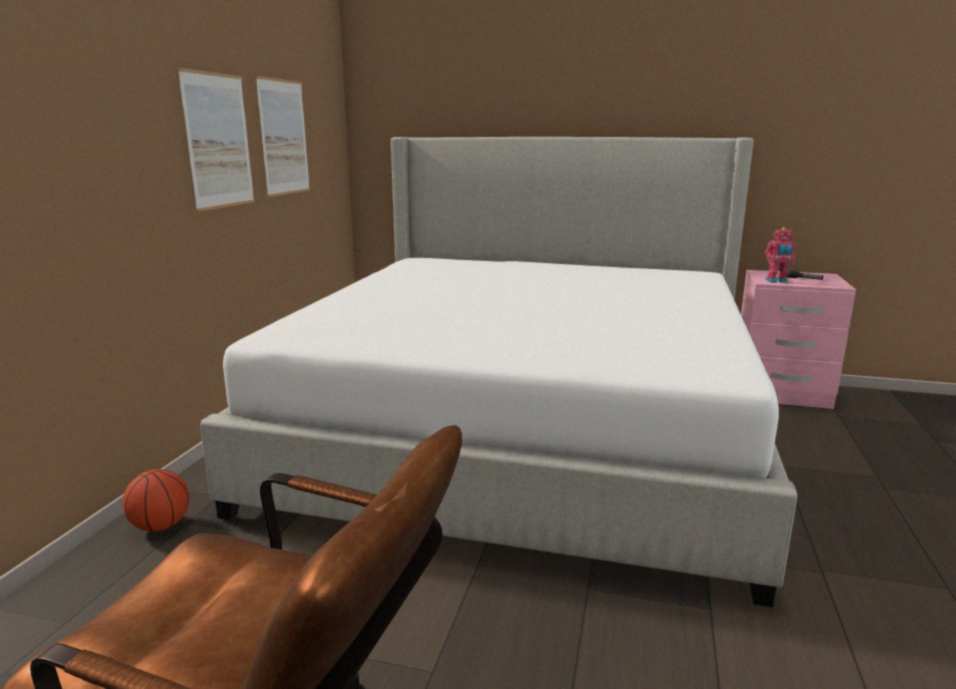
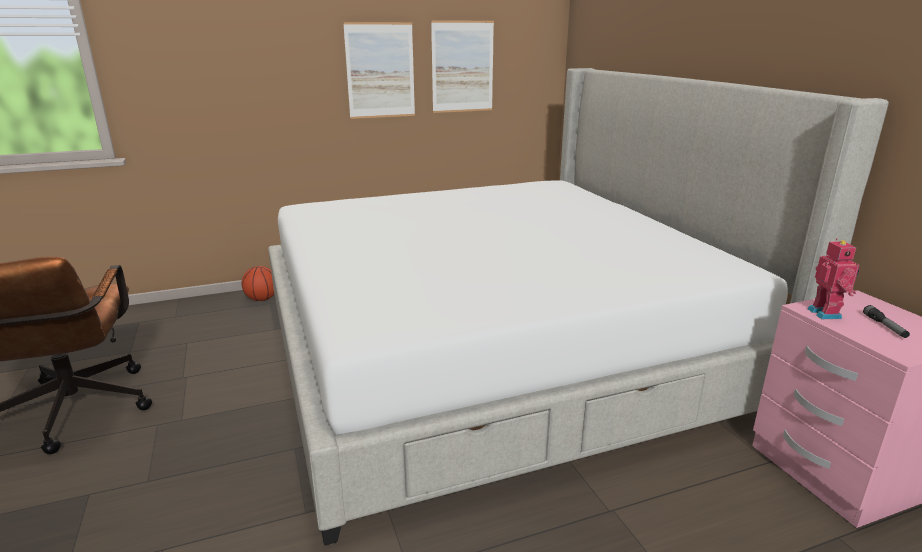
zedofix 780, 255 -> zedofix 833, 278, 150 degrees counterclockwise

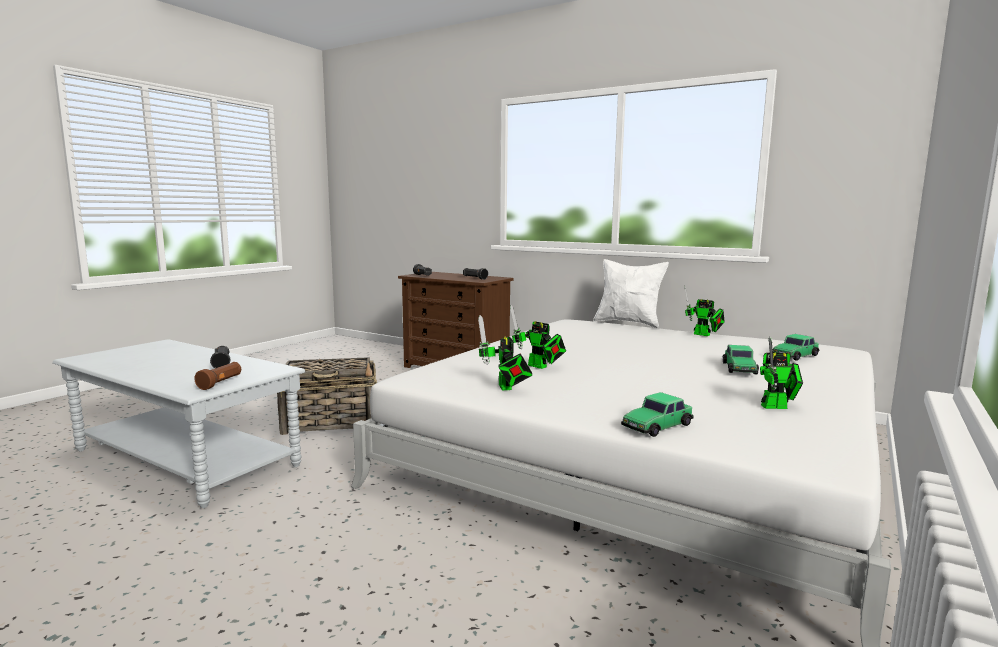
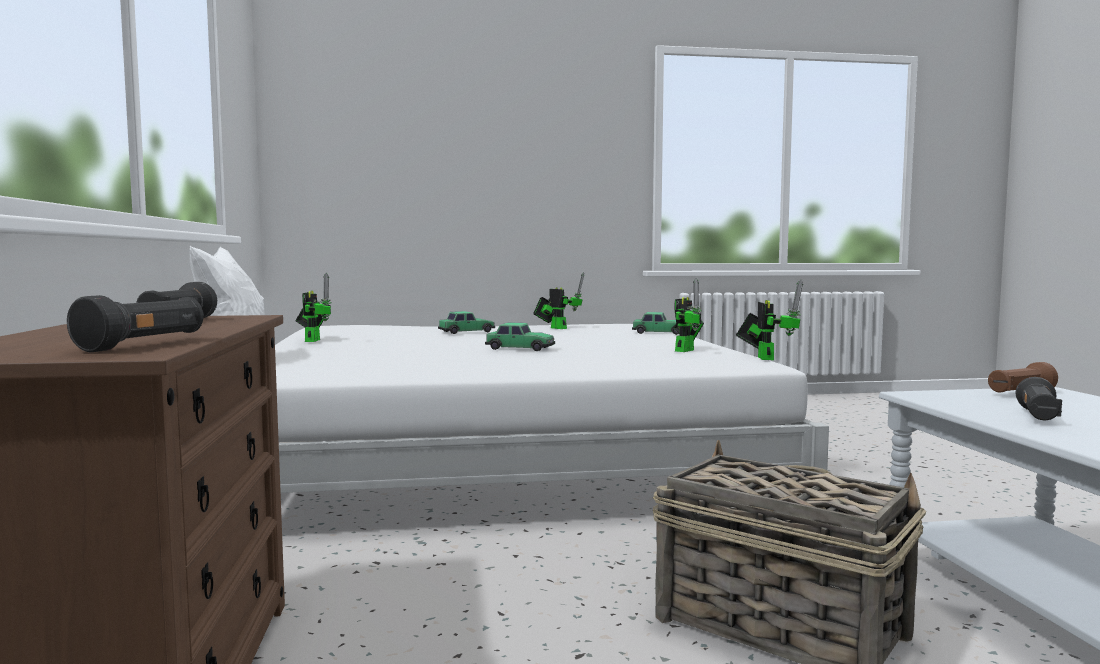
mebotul 796, 347 -> mebotul 520, 336, move
zedofix 538, 337 -> zedofix 769, 319, move

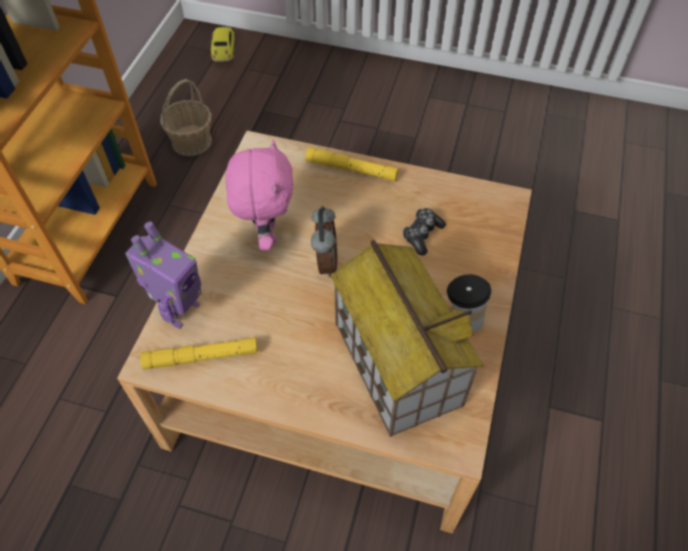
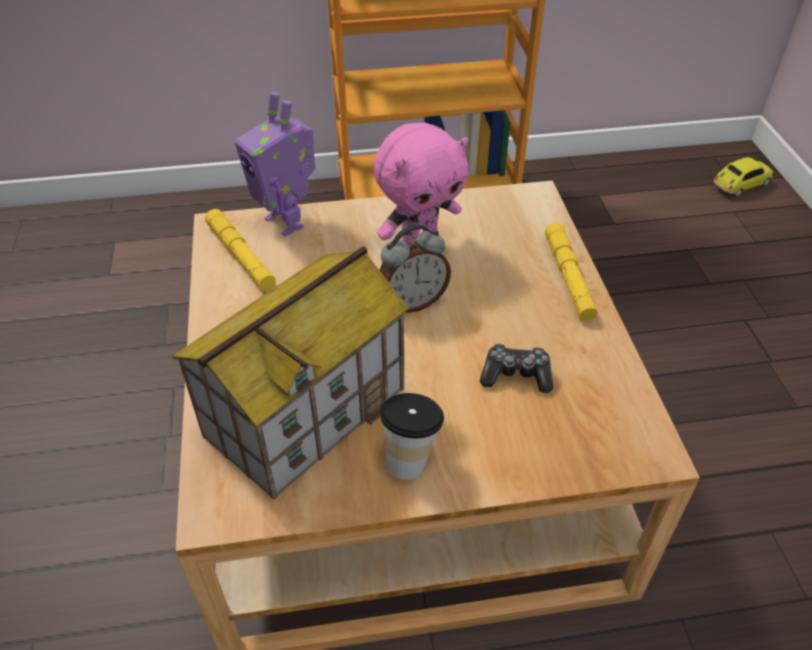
zedofix 163, 275 -> zedofix 275, 164, 45 degrees clockwise
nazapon 186, 117 -> none

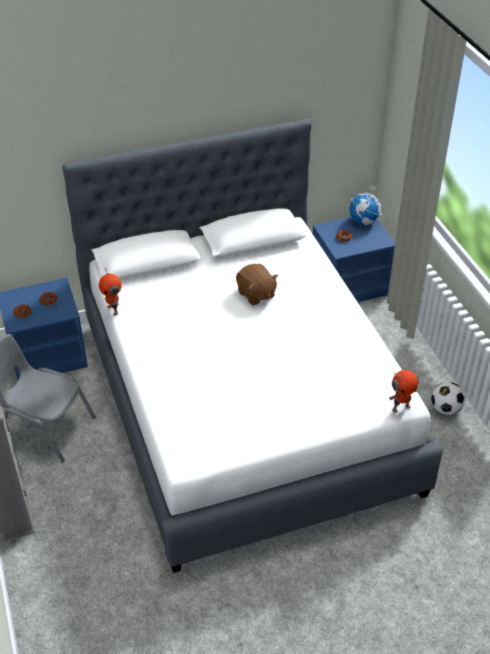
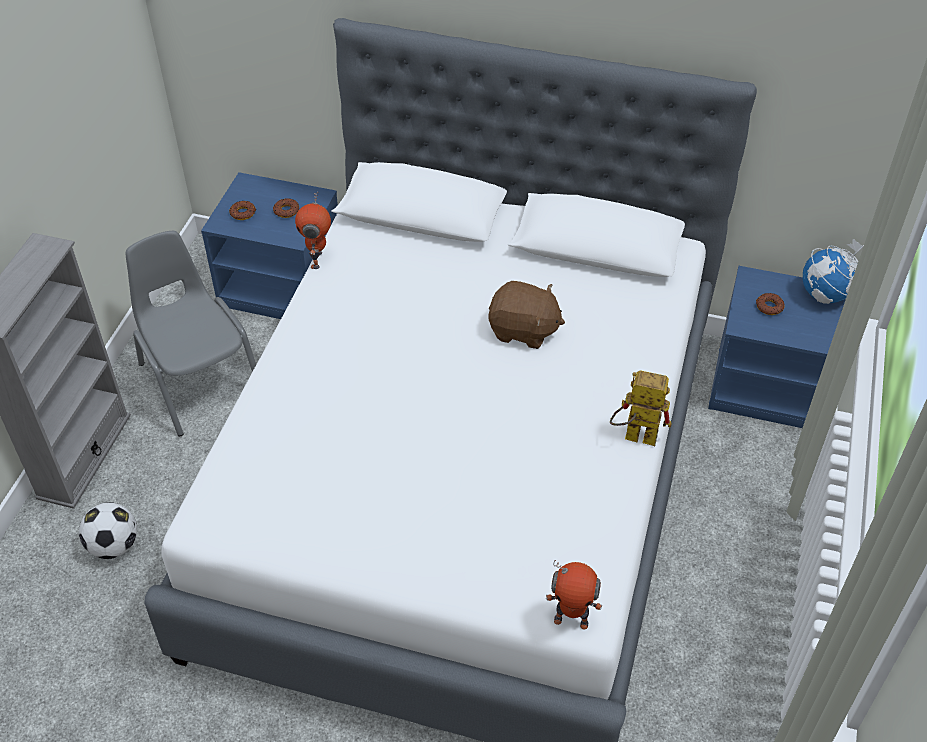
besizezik 448, 398 -> besizezik 108, 530, move
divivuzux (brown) 257, 284 -> divivuzux (brown) 526, 315, 75 degrees counterclockwise
none -> zedofix 641, 408

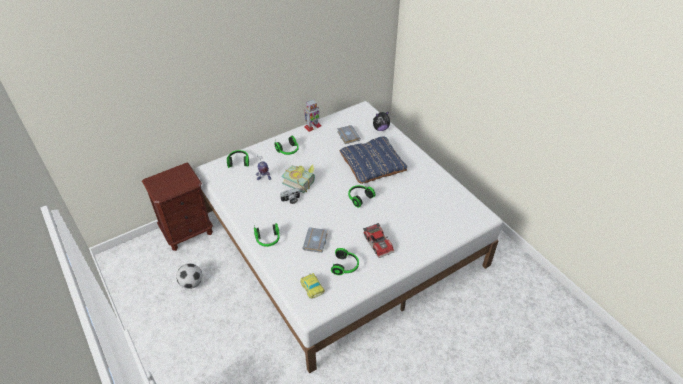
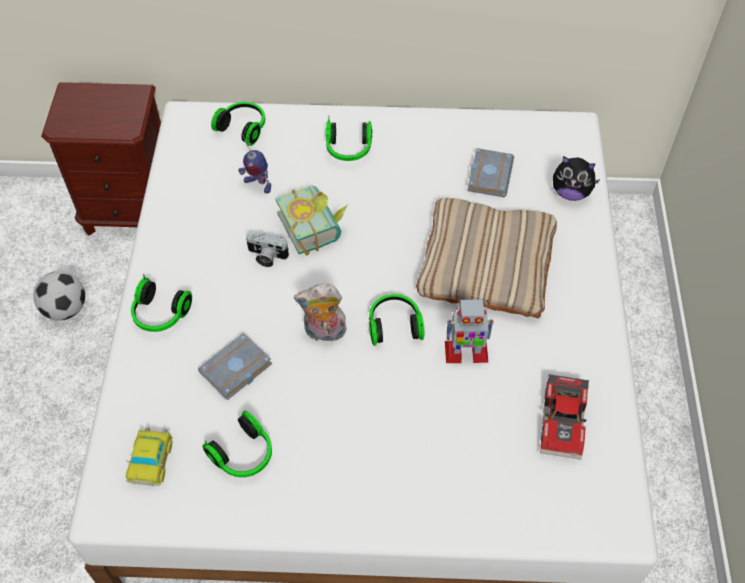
none -> divivuzux 320, 313
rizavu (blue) 373, 160 -> rizavu (beige) 486, 258
zedofix 312, 115 -> zedofix 469, 331, move
mebotul 378, 240 -> mebotul 564, 417, move

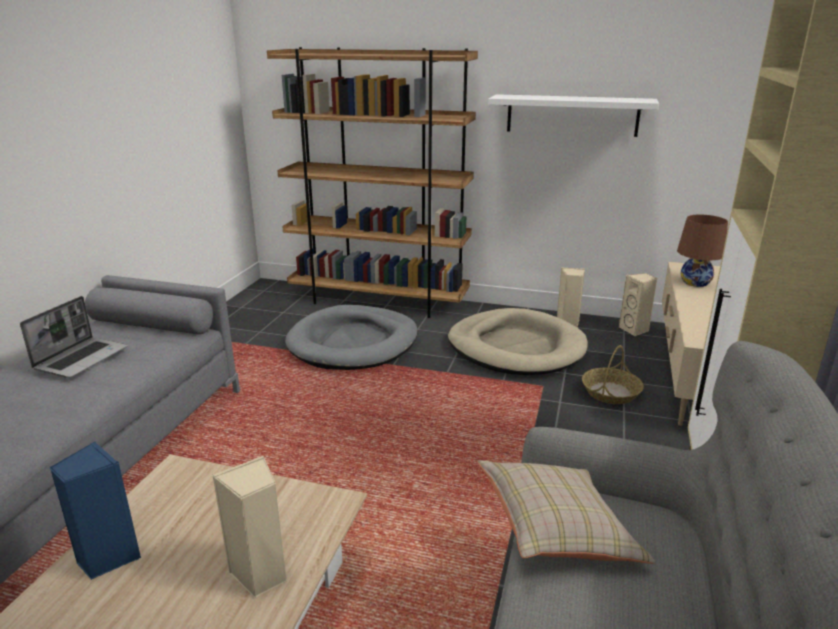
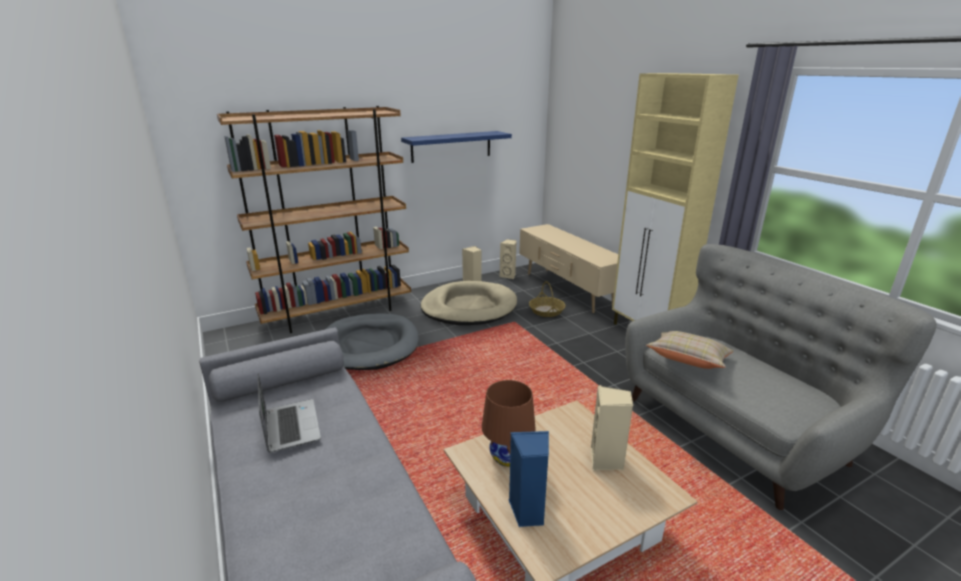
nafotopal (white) 573, 115 -> nafotopal (blue) 456, 147
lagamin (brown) 702, 251 -> lagamin (brown) 509, 423, move

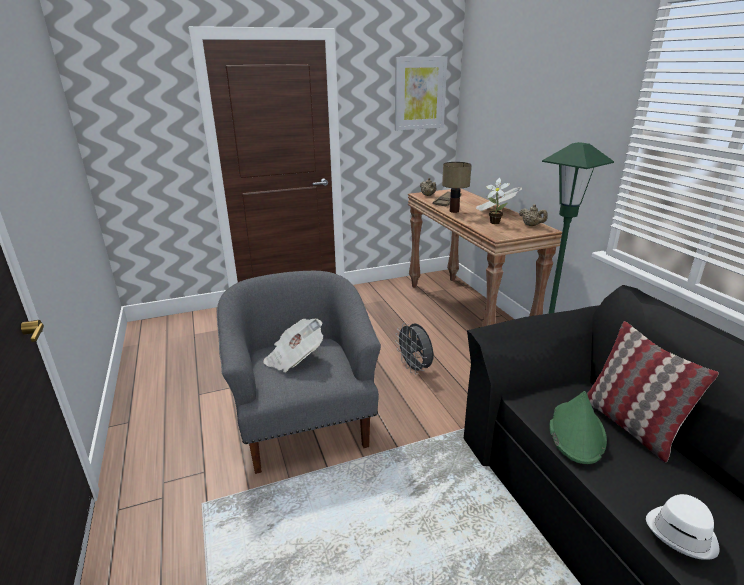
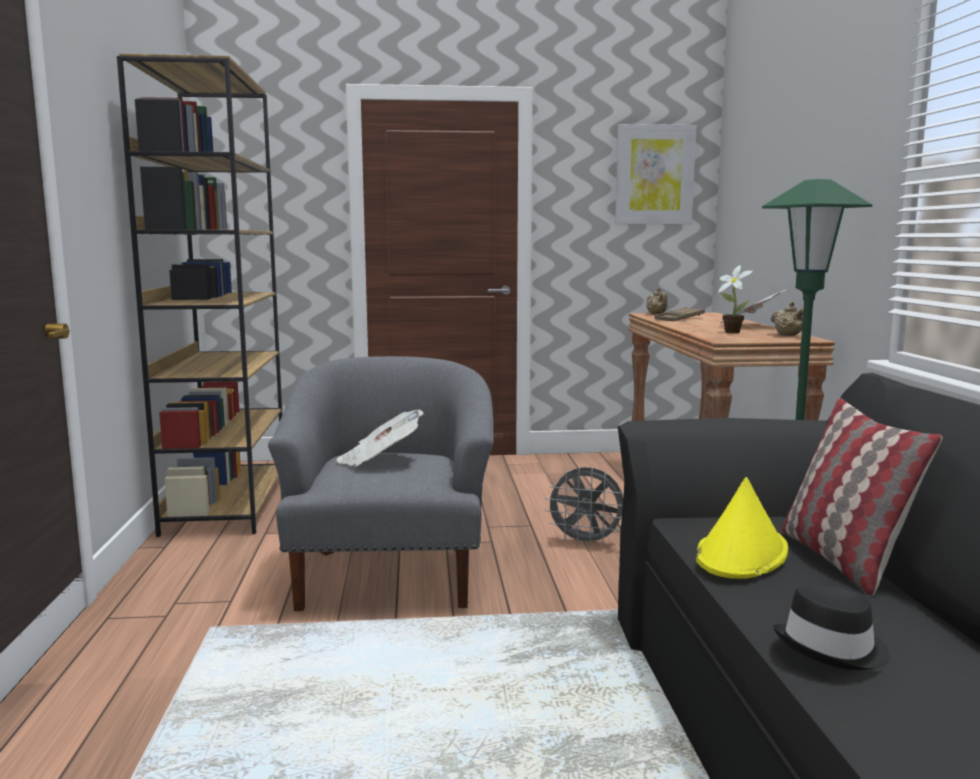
none -> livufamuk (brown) 199, 295
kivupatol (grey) 414, 348 -> kivupatol (grey) 584, 507, 60 degrees counterclockwise
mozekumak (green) 578, 427 -> mozekumak (yellow) 742, 528
mozekumak (white) 682, 527 -> mozekumak (black) 831, 628
lagamin 457, 187 -> none

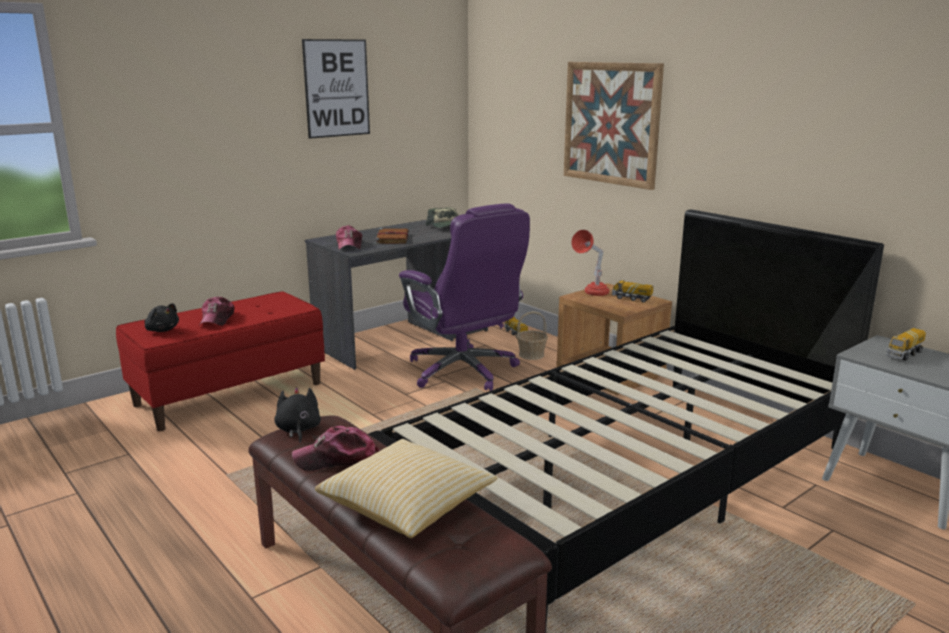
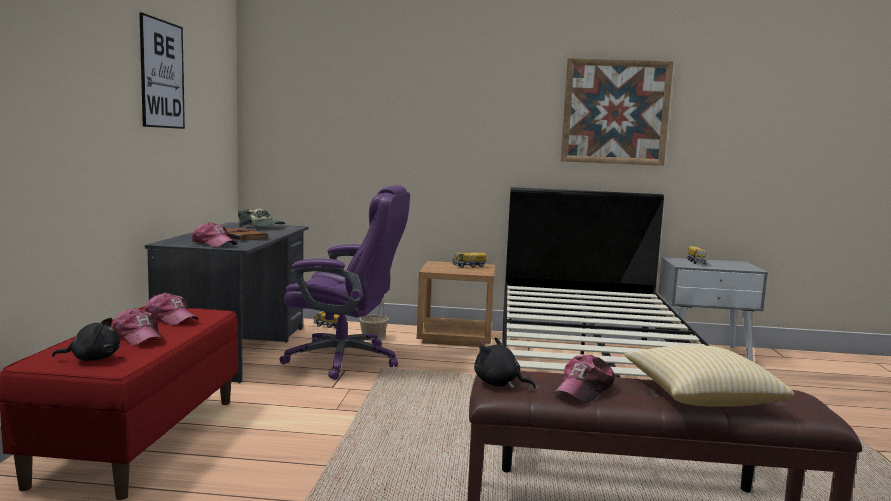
none -> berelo 171, 308
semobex 614, 126 -> semobex 617, 112, move
lagamin (red) 590, 263 -> none

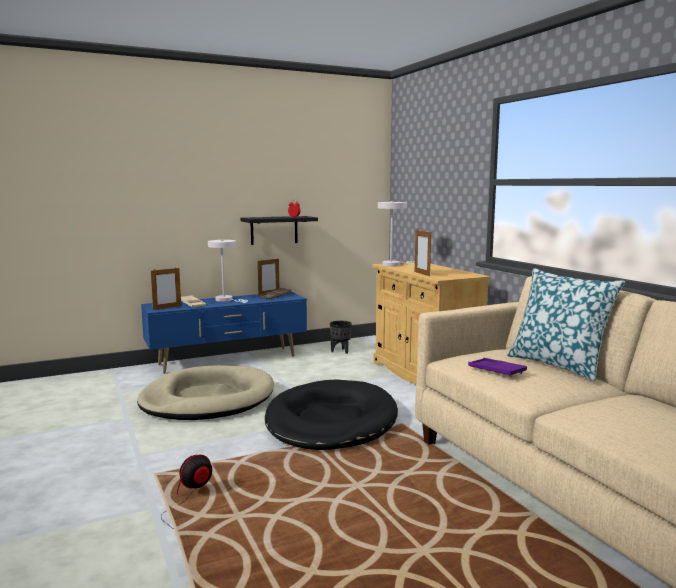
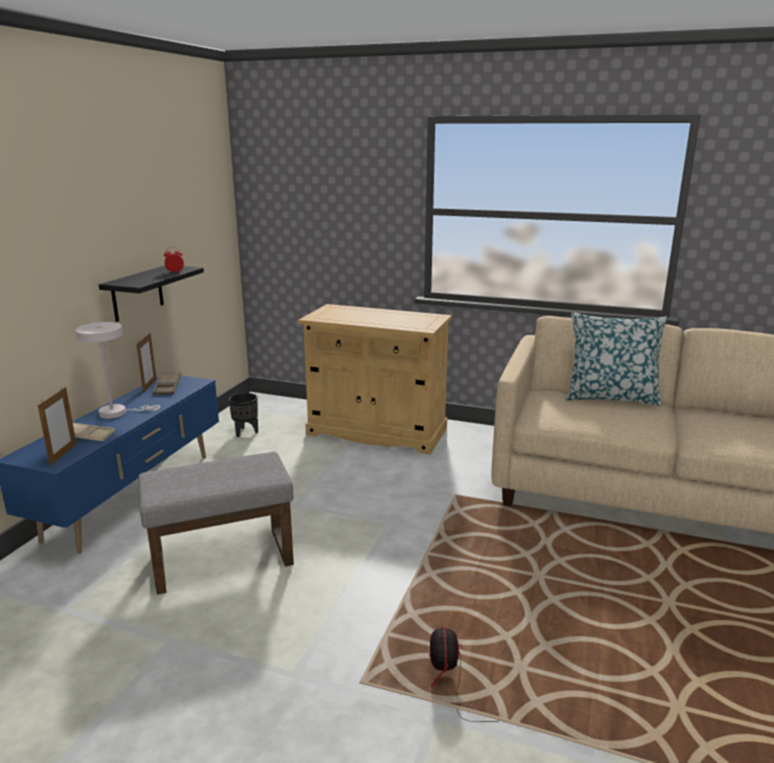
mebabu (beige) 205, 392 -> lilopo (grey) 216, 523
mebabu (black) 331, 414 -> none
lagamin (white) 396, 234 -> none
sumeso 423, 253 -> none
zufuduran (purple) 497, 367 -> none

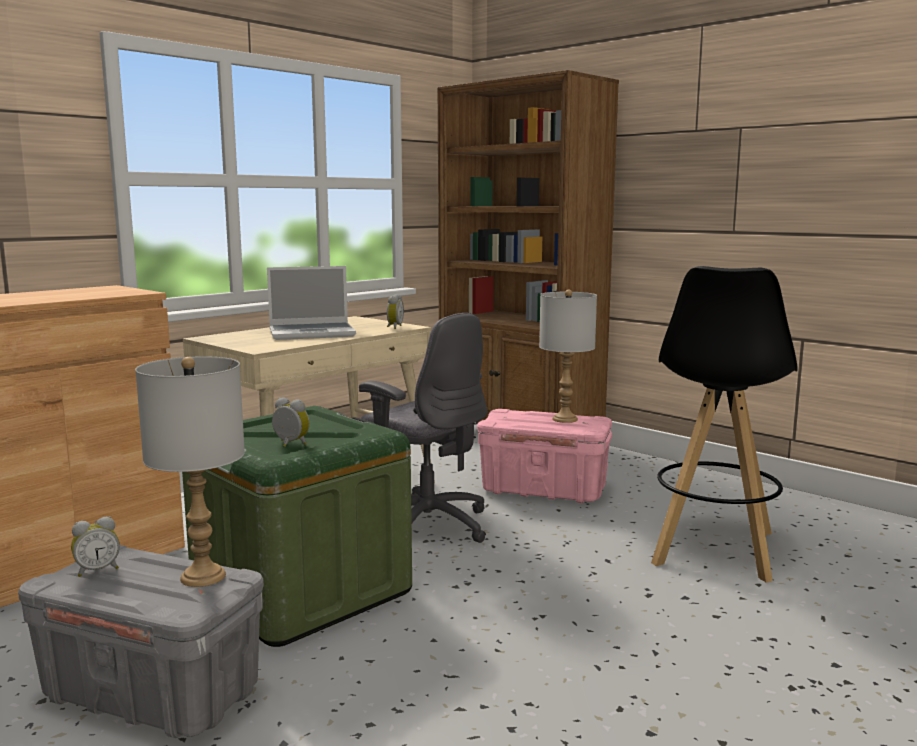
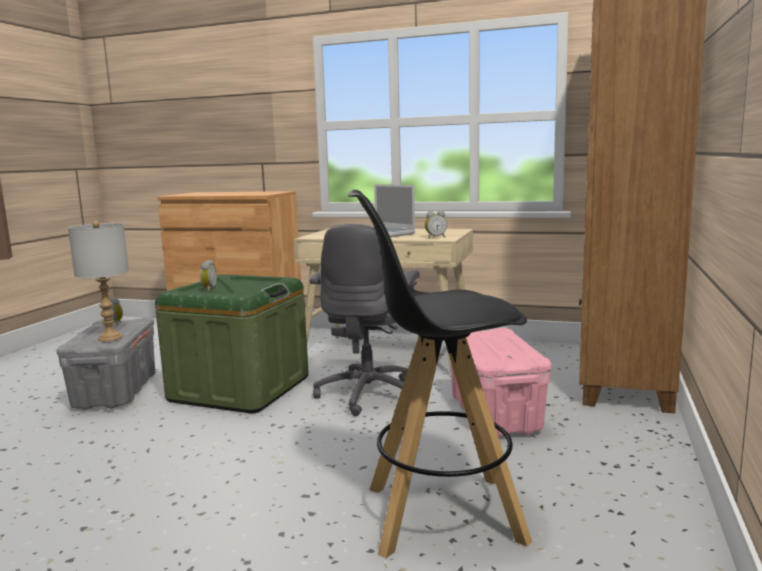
lagamin (grey) 568, 356 -> none

